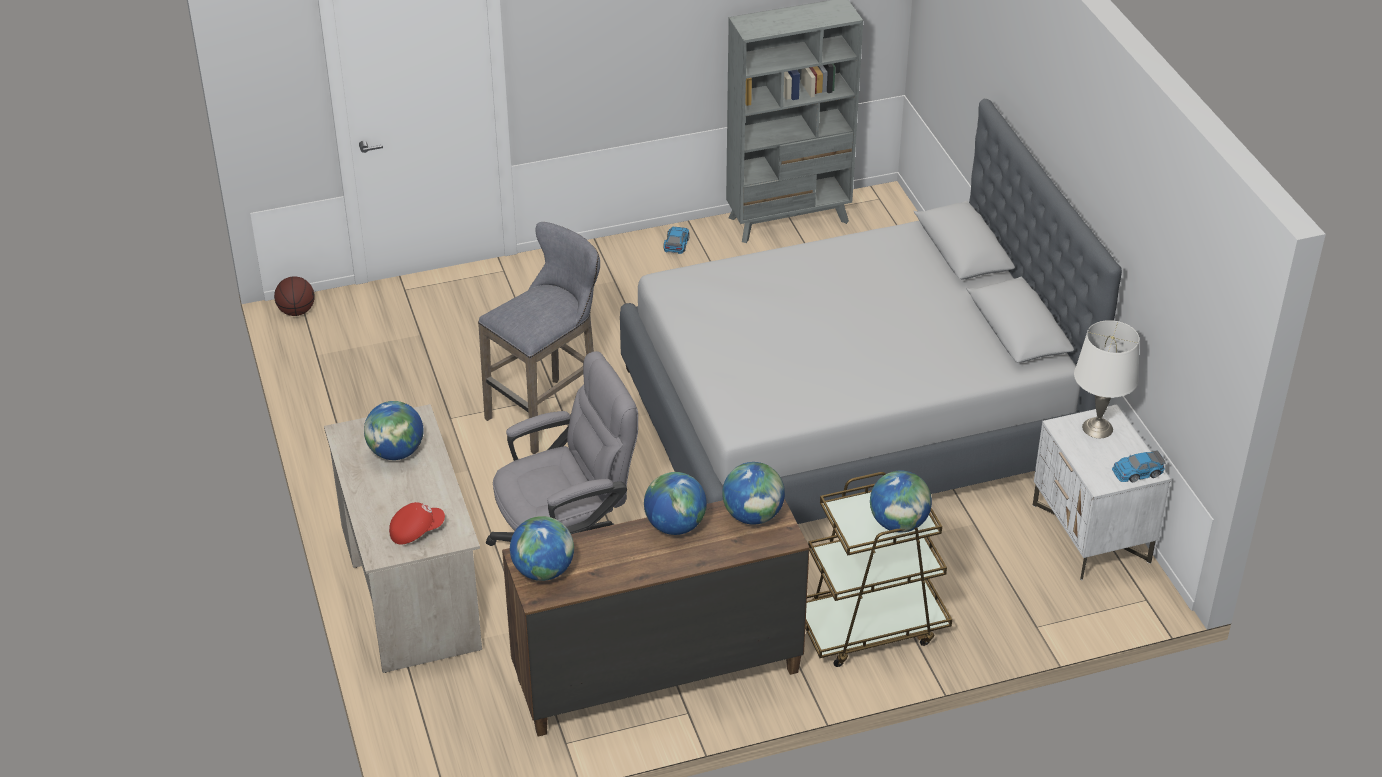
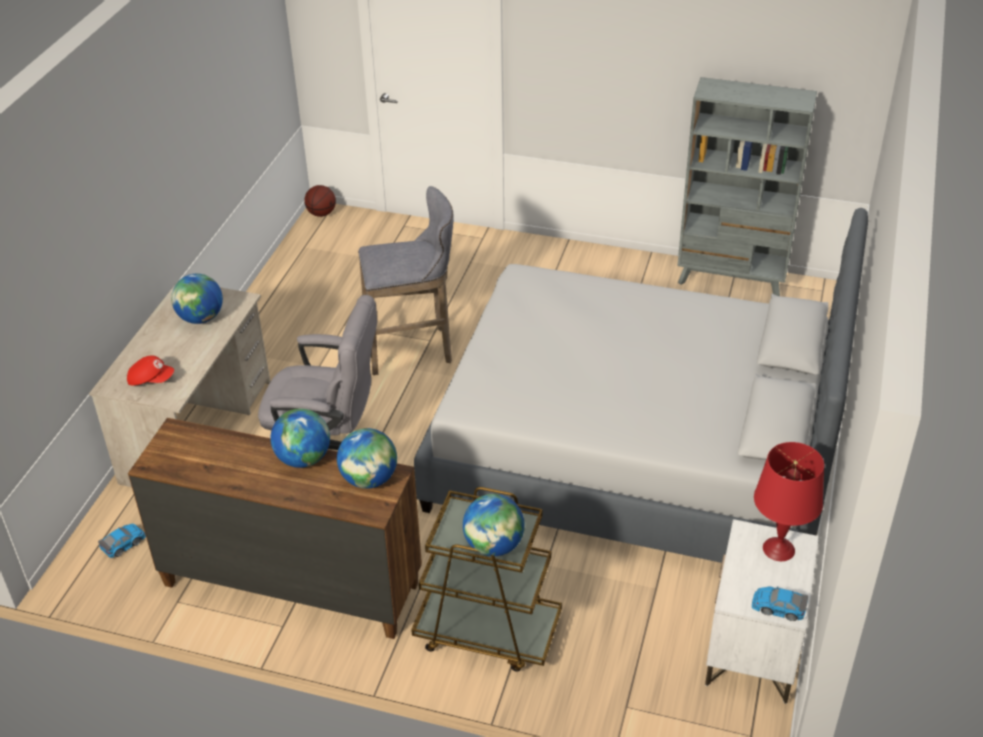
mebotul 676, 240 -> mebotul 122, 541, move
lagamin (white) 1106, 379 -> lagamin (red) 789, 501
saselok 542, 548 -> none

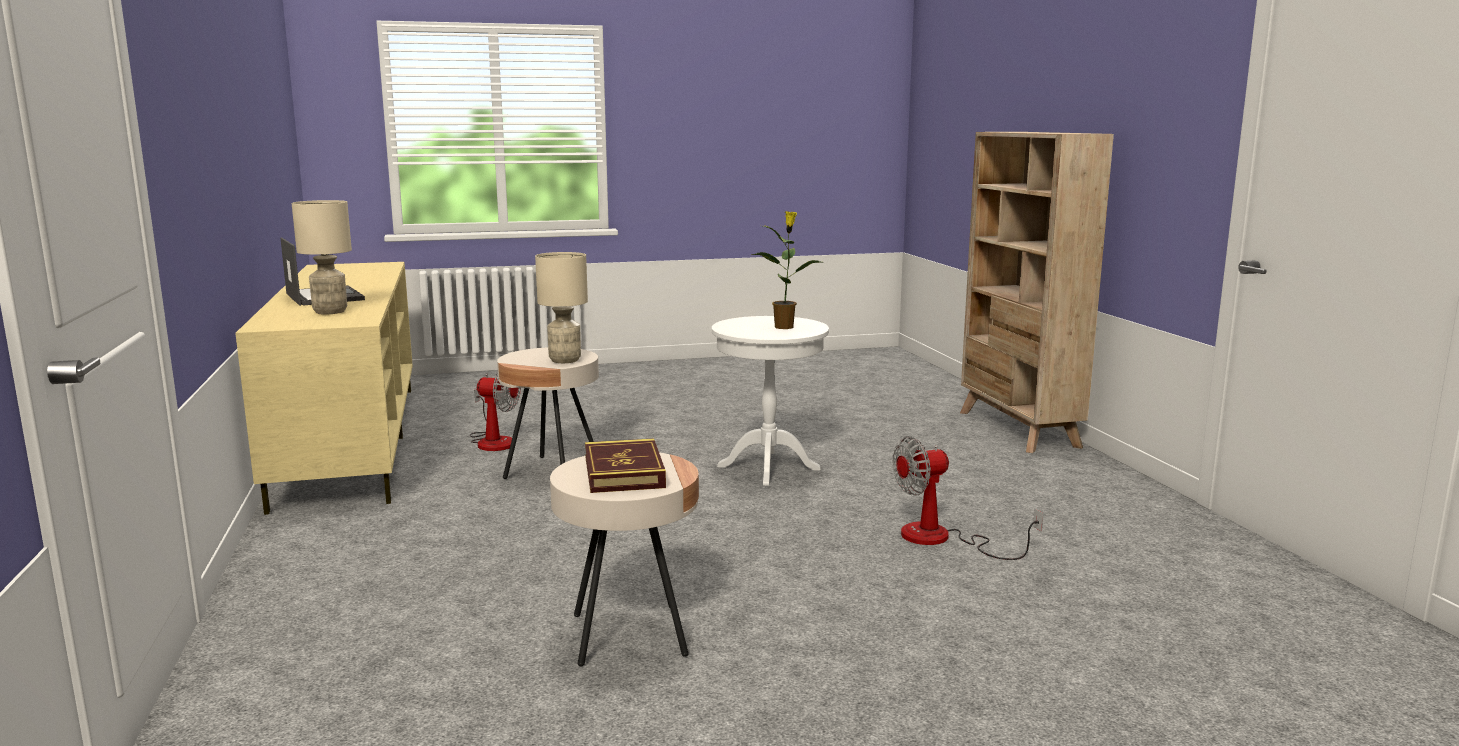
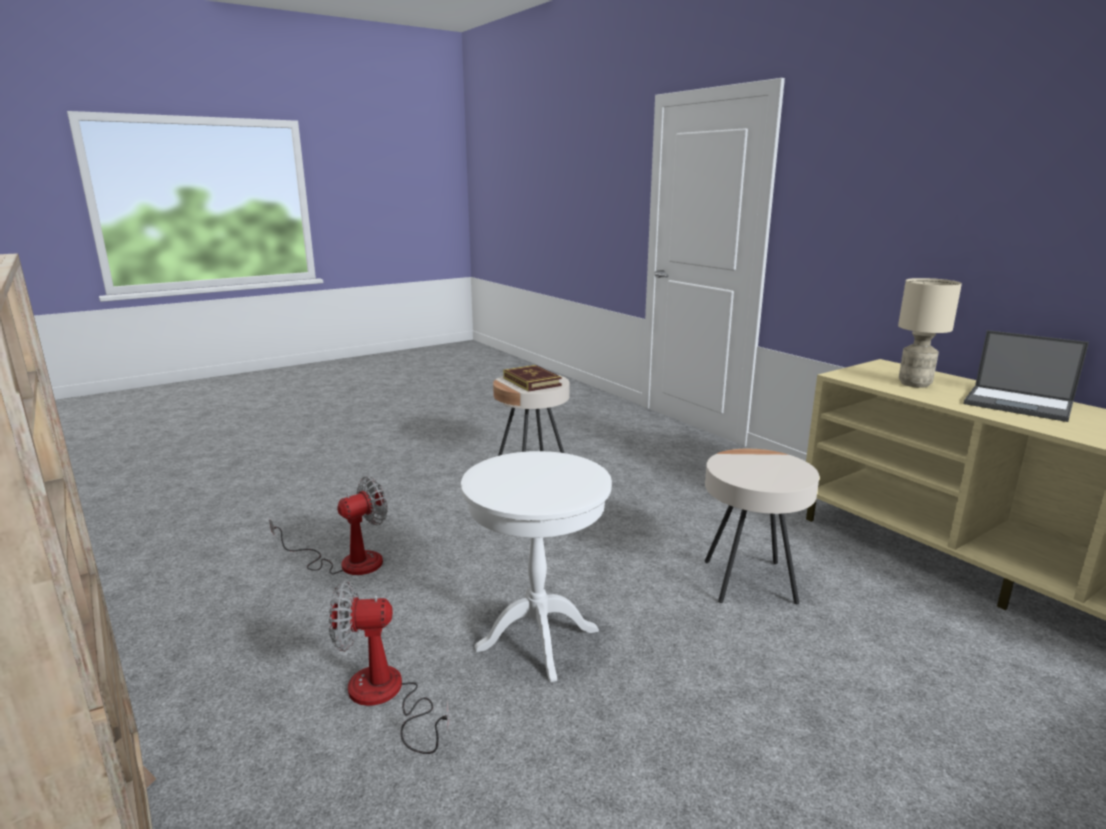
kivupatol 495, 412 -> kivupatol 388, 667, move
lagamin (beige) 561, 307 -> none
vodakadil 786, 270 -> none

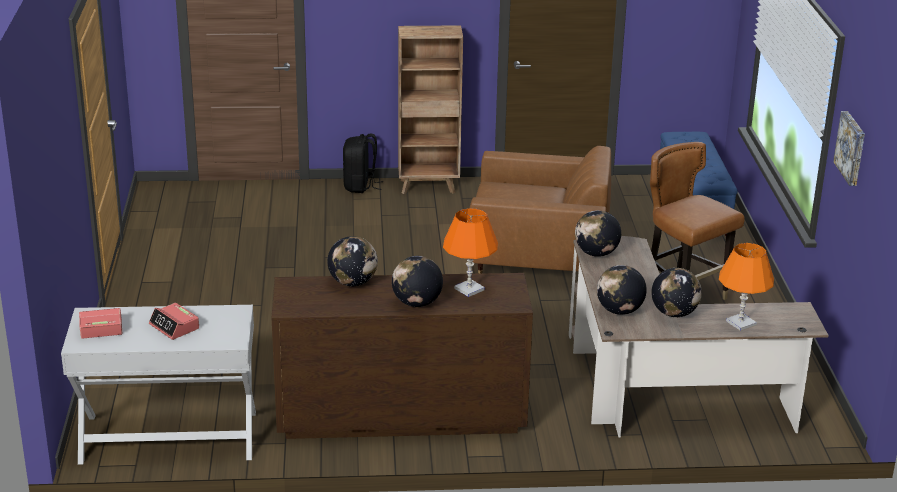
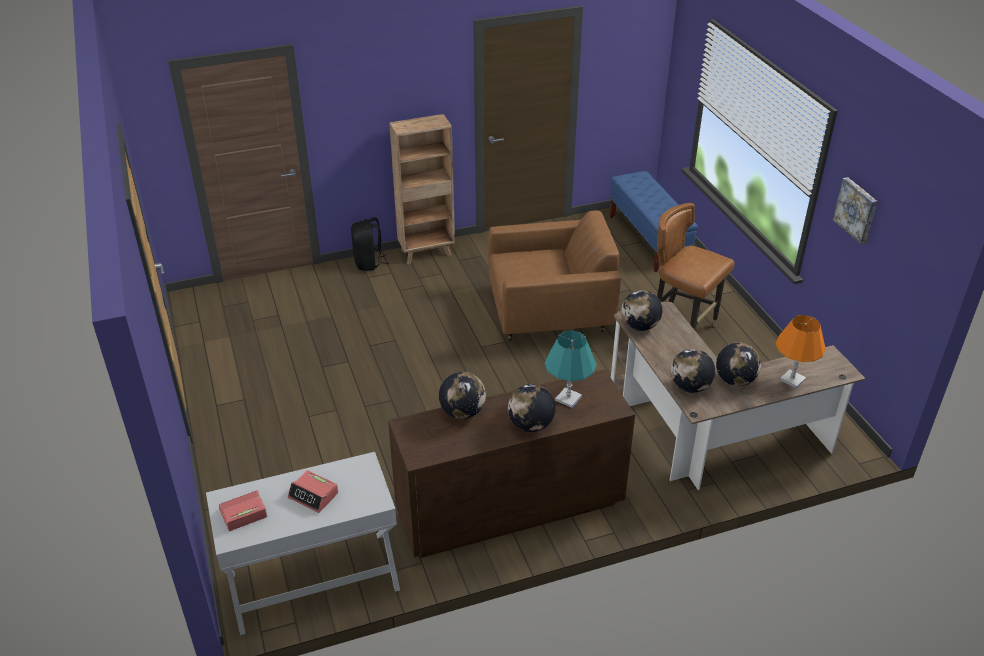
lagamin (orange) 470, 252 -> lagamin (turquoise) 571, 369

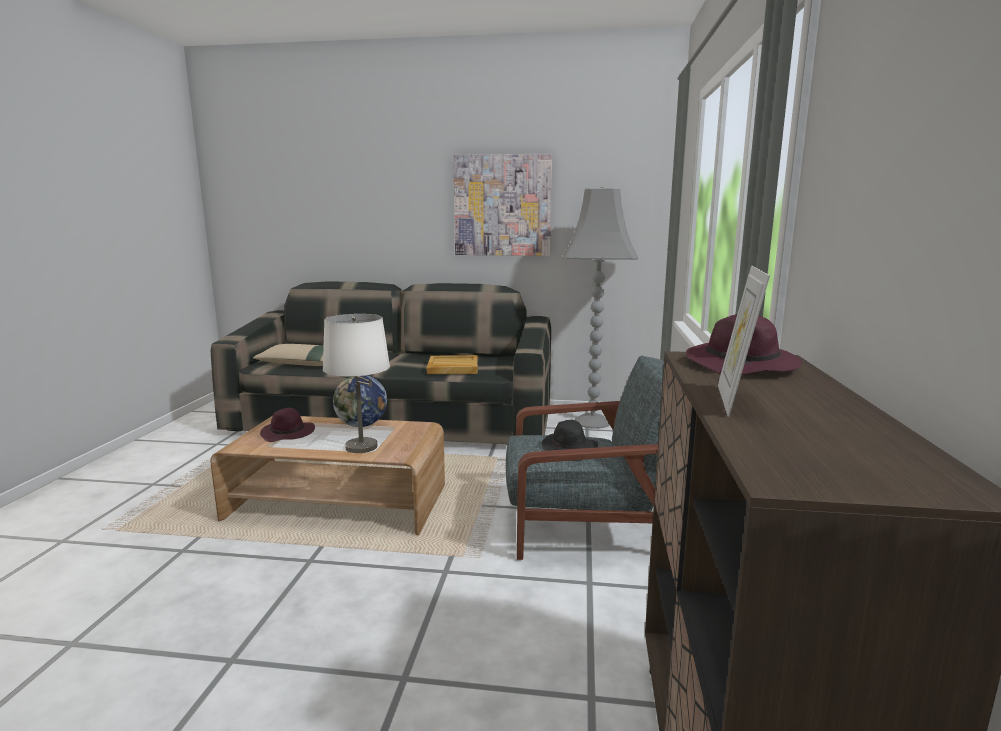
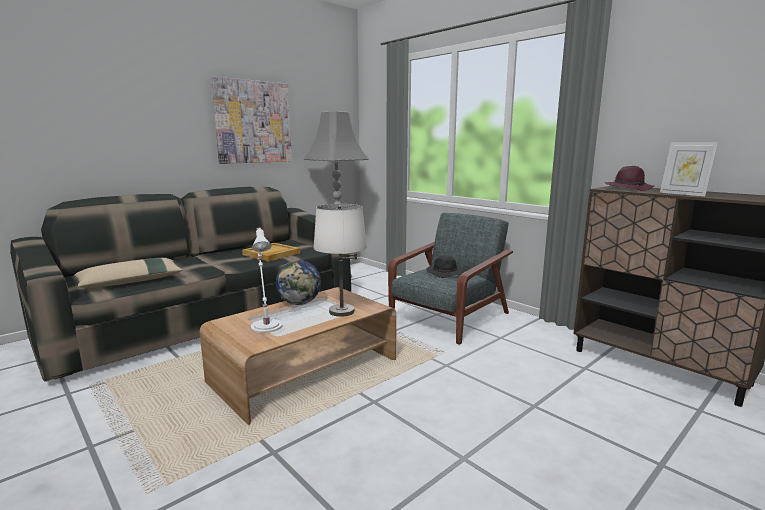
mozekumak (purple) 287, 425 -> lagamin (white) 267, 280

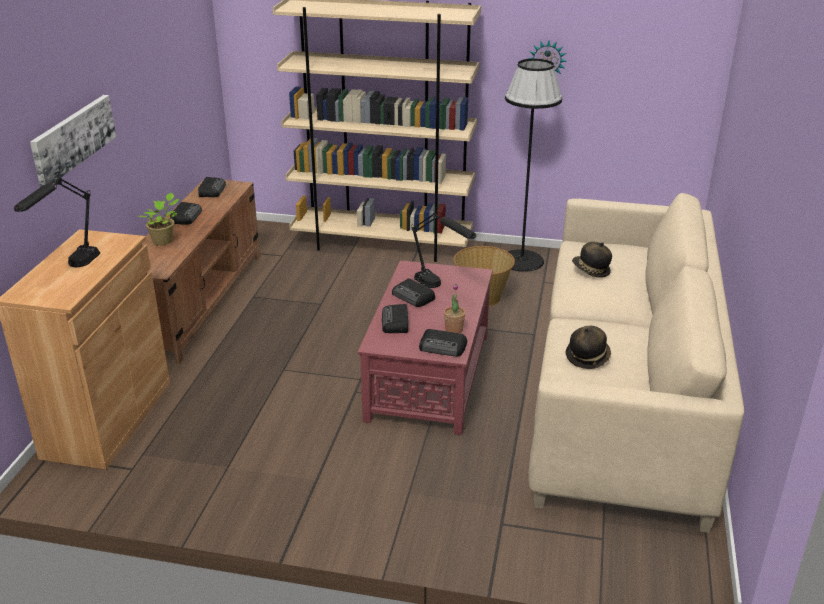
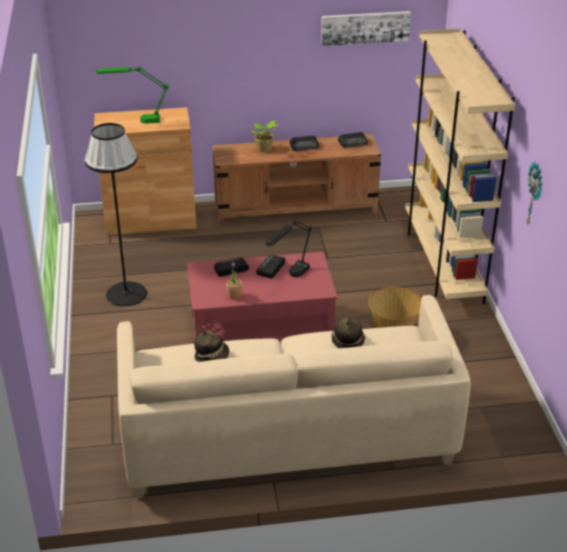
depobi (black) 533, 165 -> depobi (black) 116, 215, move
lagamin (black) 57, 220 -> lagamin (green) 132, 95
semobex 73, 141 -> semobex 366, 28, move
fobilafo 443, 343 -> none

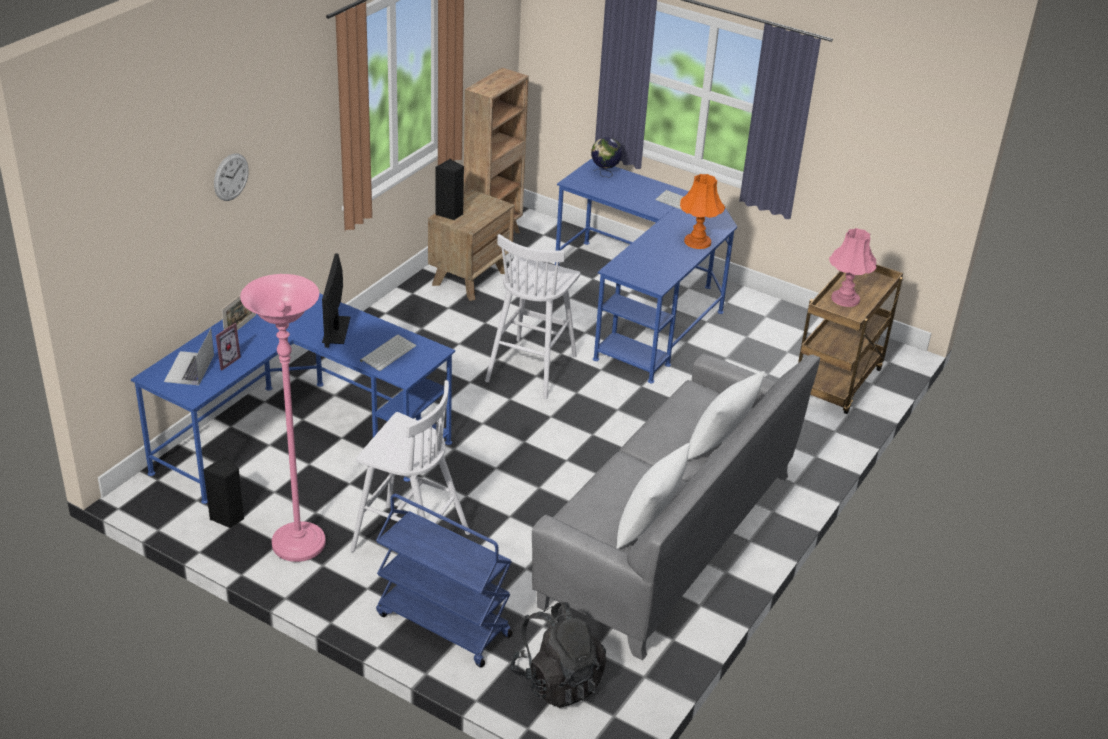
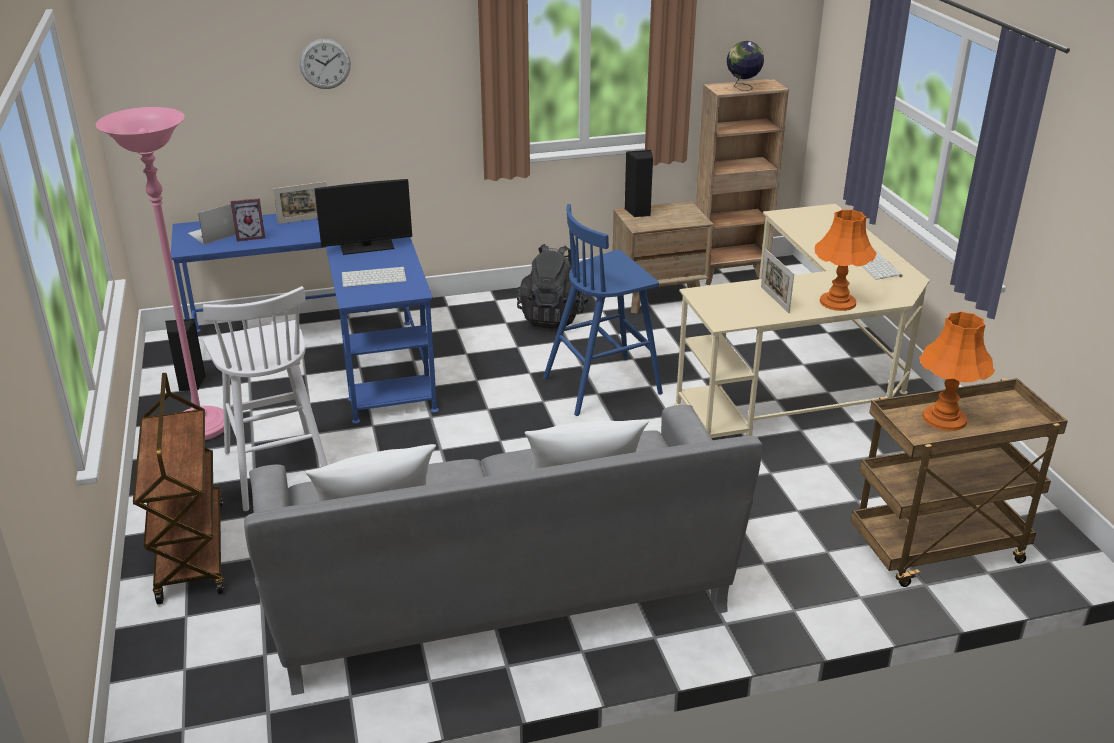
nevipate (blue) 444, 581 -> nevipate (brown) 178, 488
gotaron 336, 300 -> gotaron 363, 217, 150 degrees counterclockwise
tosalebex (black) 558, 655 -> tosalebex (black) 553, 286, move
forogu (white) 532, 316 -> forogu (blue) 603, 310
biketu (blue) 646, 271 -> biketu (beige) 802, 321
saselok 606, 157 -> saselok 745, 66, move
none -> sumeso 777, 281
lagamin (pink) 853, 267 -> lagamin (orange) 957, 371

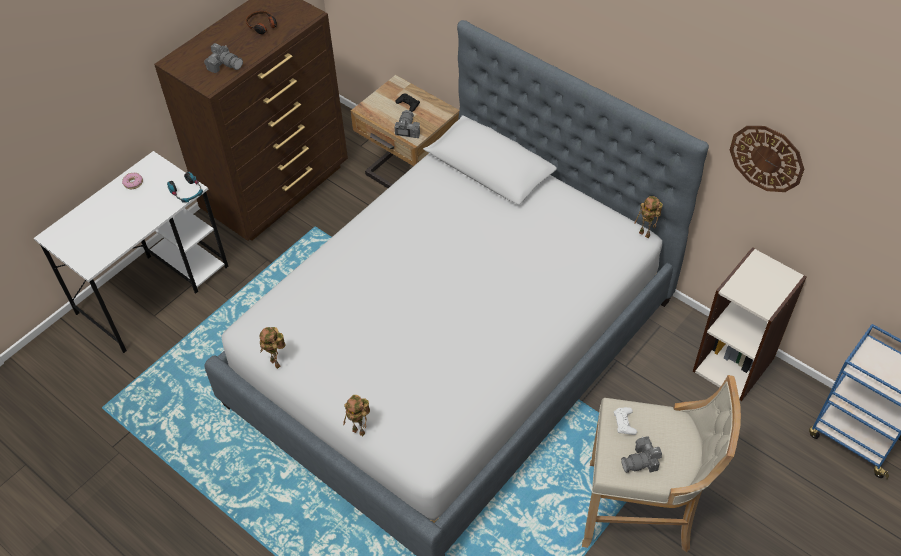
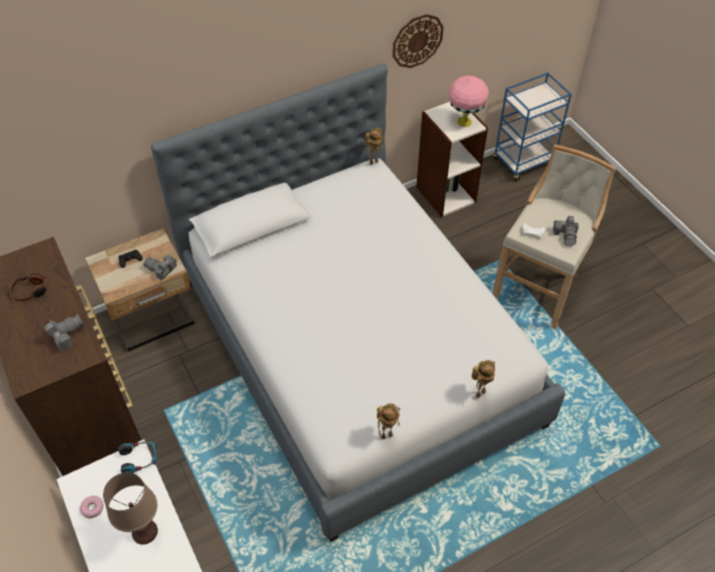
none -> lagamin (brown) 130, 508
none -> lagamin (pink) 469, 101

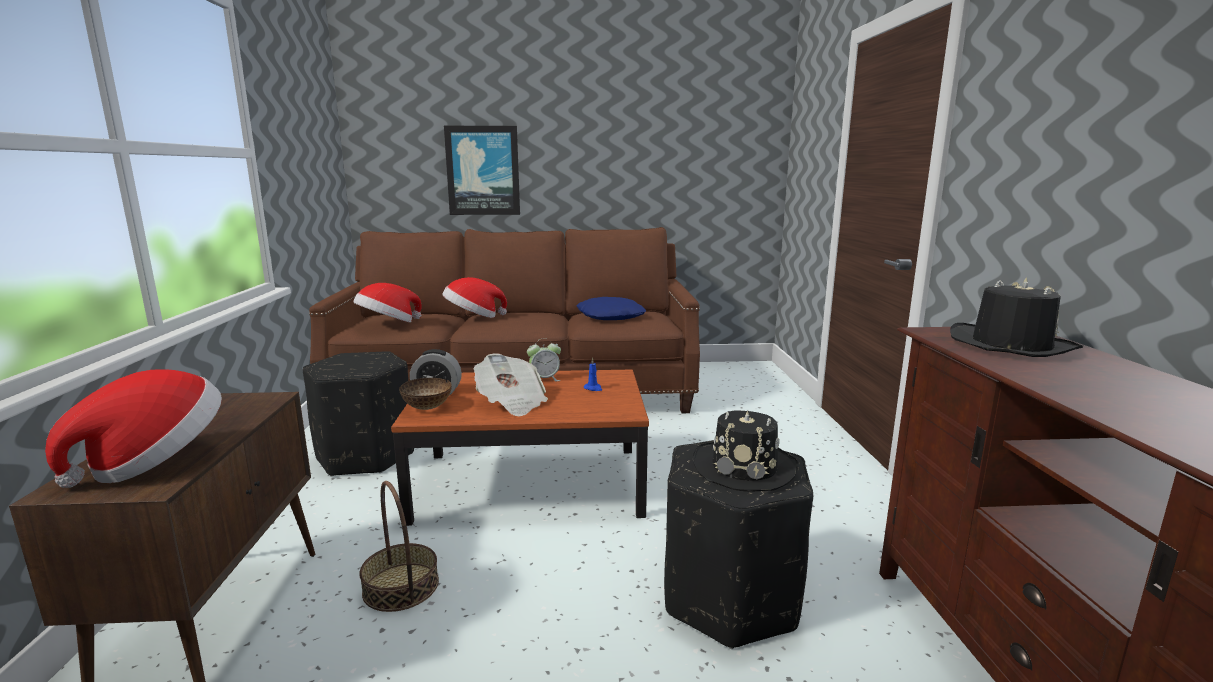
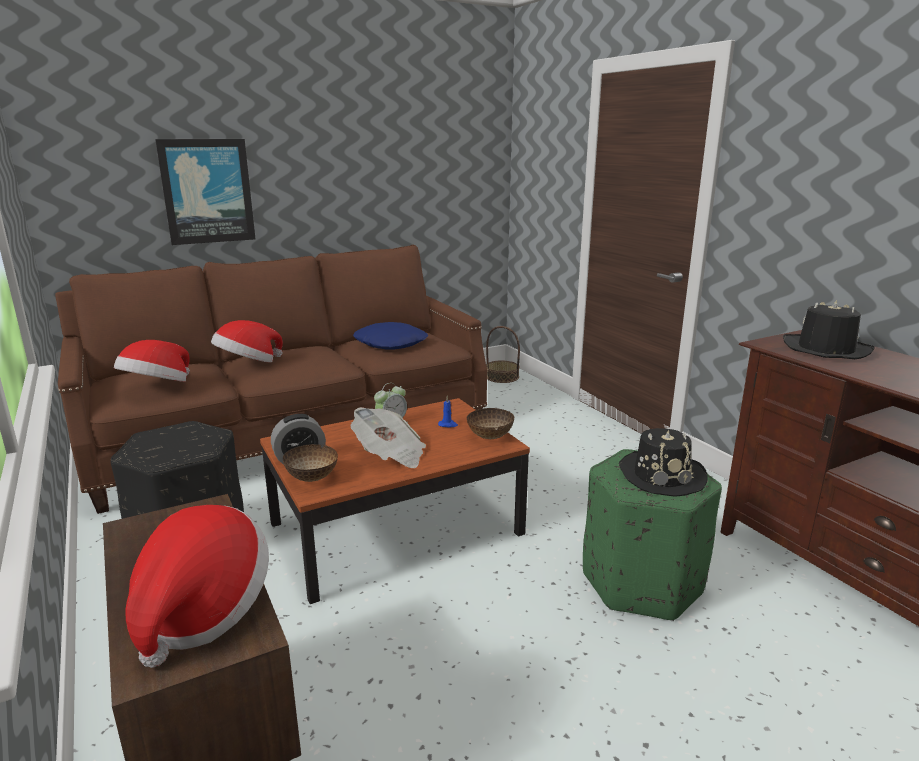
none -> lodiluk 490, 423
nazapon 399, 546 -> nazapon 503, 354, move
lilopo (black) 738, 544 -> lilopo (green) 652, 535

